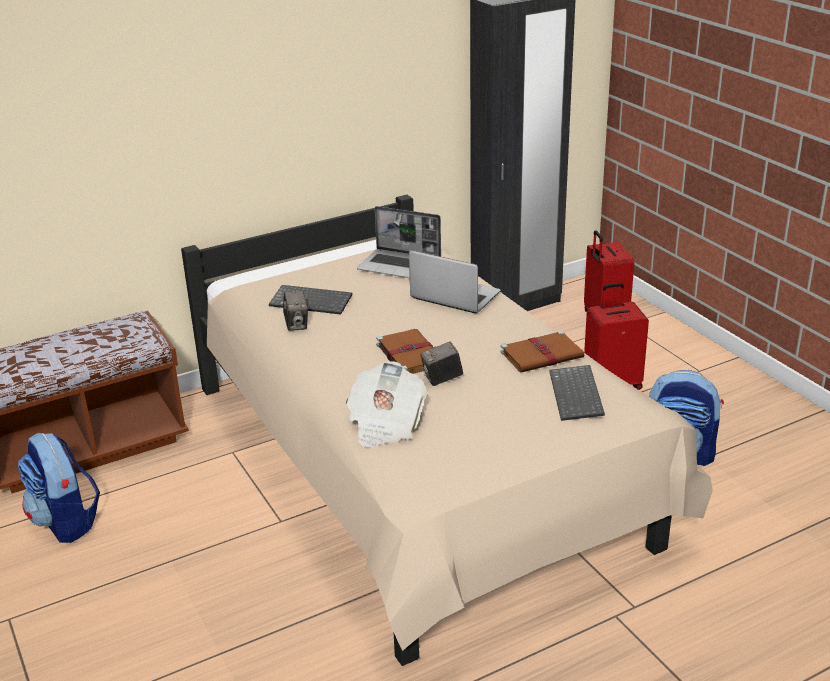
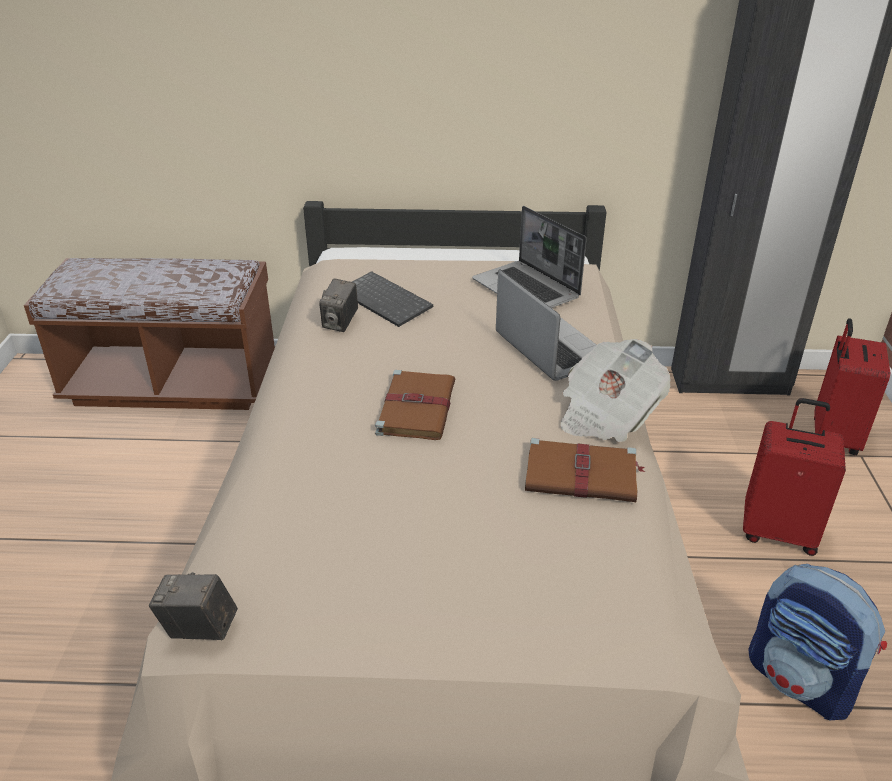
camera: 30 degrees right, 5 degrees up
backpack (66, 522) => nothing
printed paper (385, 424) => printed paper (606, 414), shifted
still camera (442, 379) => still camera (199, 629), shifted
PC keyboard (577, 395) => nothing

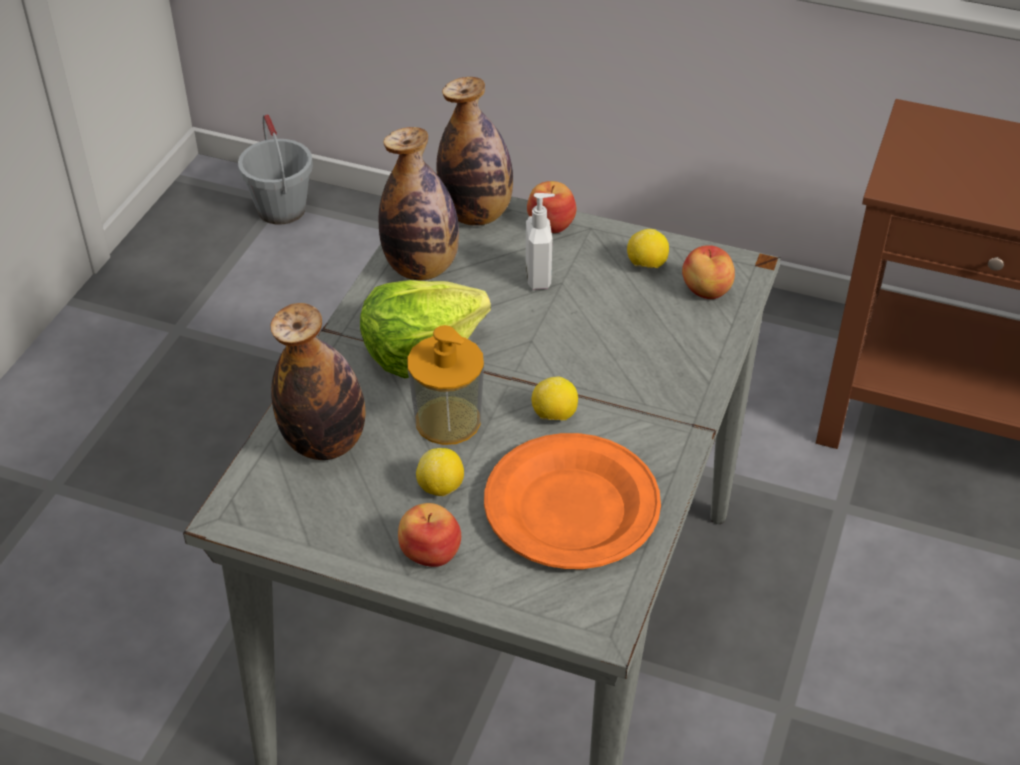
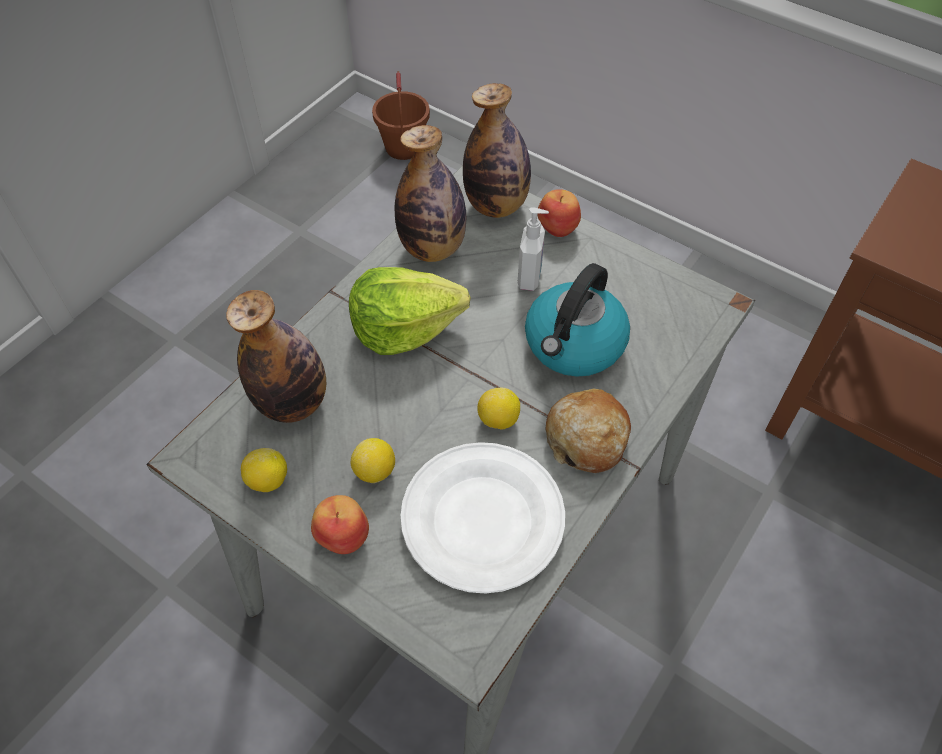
camera: 15 degrees right, 10 degrees up
pail/gray (281, 209) => pail/brown-coloured (403, 147)
soap dispenser (448, 420) => nothing
dinner plate/orange (572, 509) => dinner plate/white-coloured (482, 521)
citrus fruit (646, 265) => citrus fruit (267, 480), shifted
apple (706, 290) => nothing
nothing => tea kettle (574, 345)
nothing => bread (587, 438)

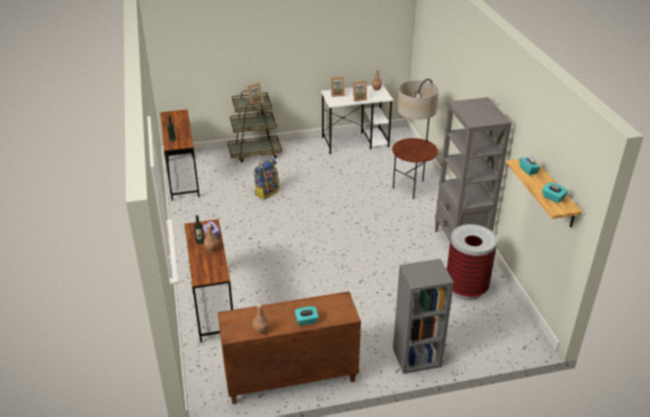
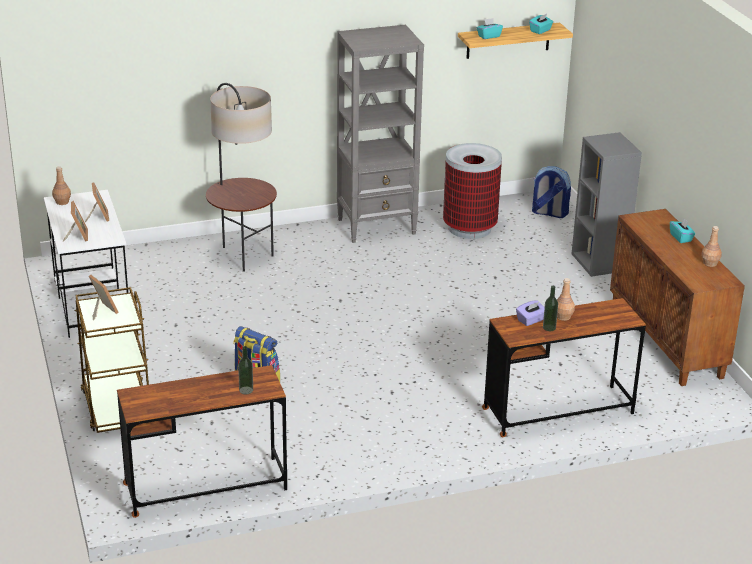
camera: 95 degrees left, 5 degrees down
nothing => backpack (548, 213)

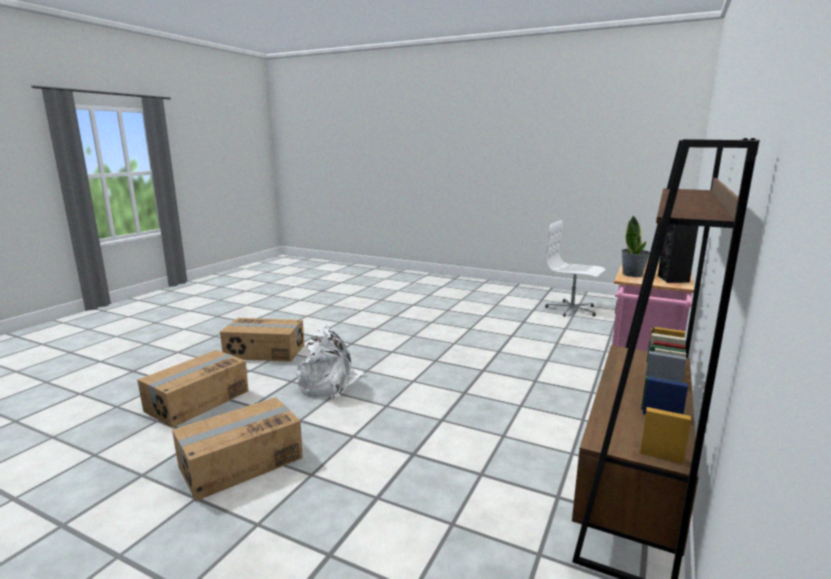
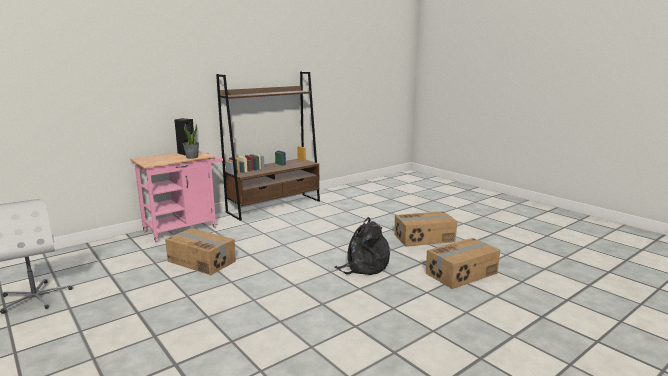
camera: 155 degrees left, 0 degrees up
carton (265, 352) => carton (202, 261), shifted
backpack/white-coloured (330, 384) => backpack/black (364, 266)

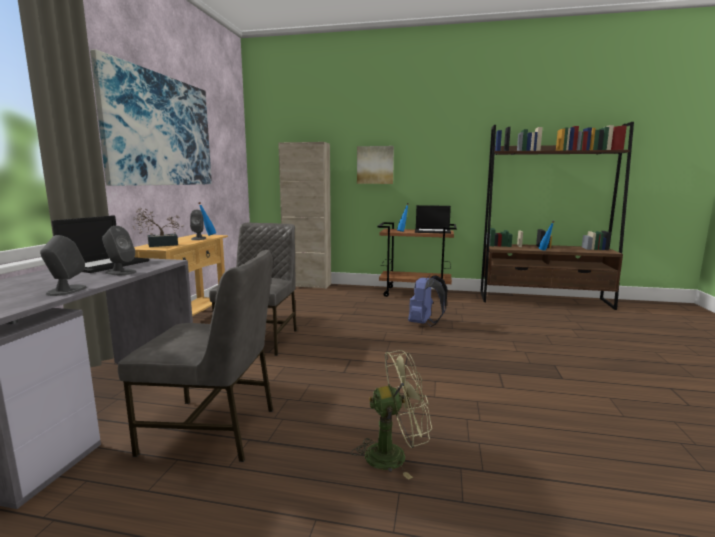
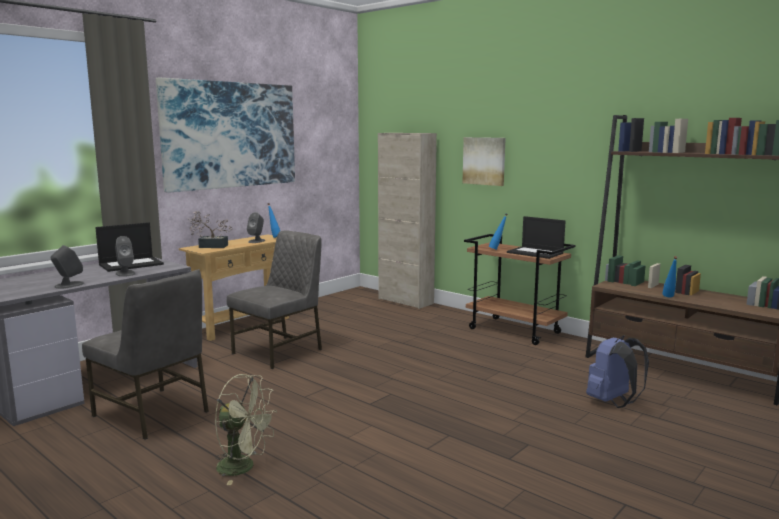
camera: 30 degrees right, 0 degrees up
backpack/blue-coloured (424, 324) => backpack/blue-coloured (613, 402), shifted

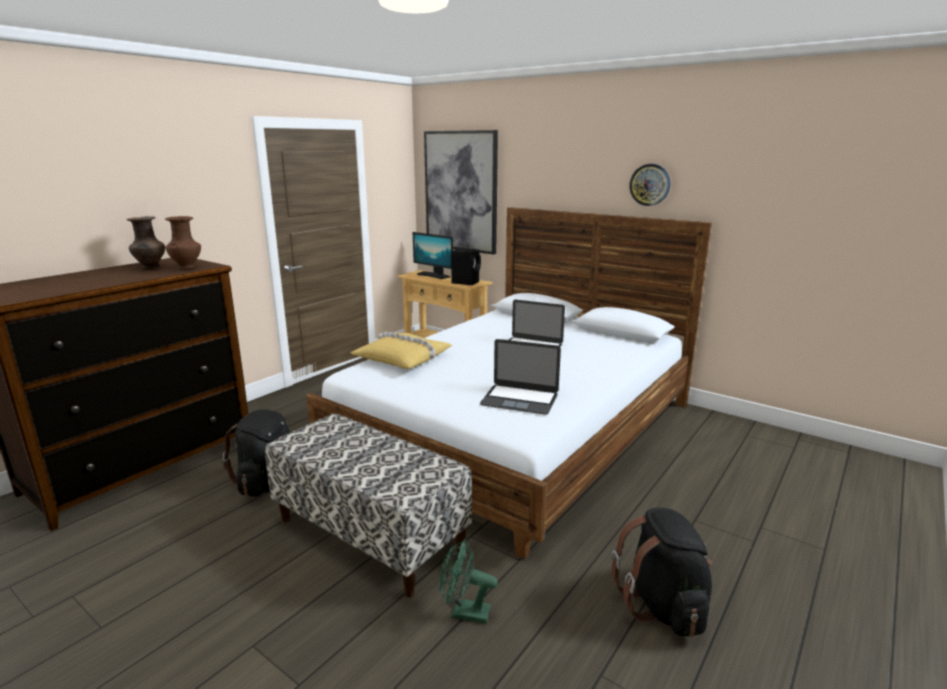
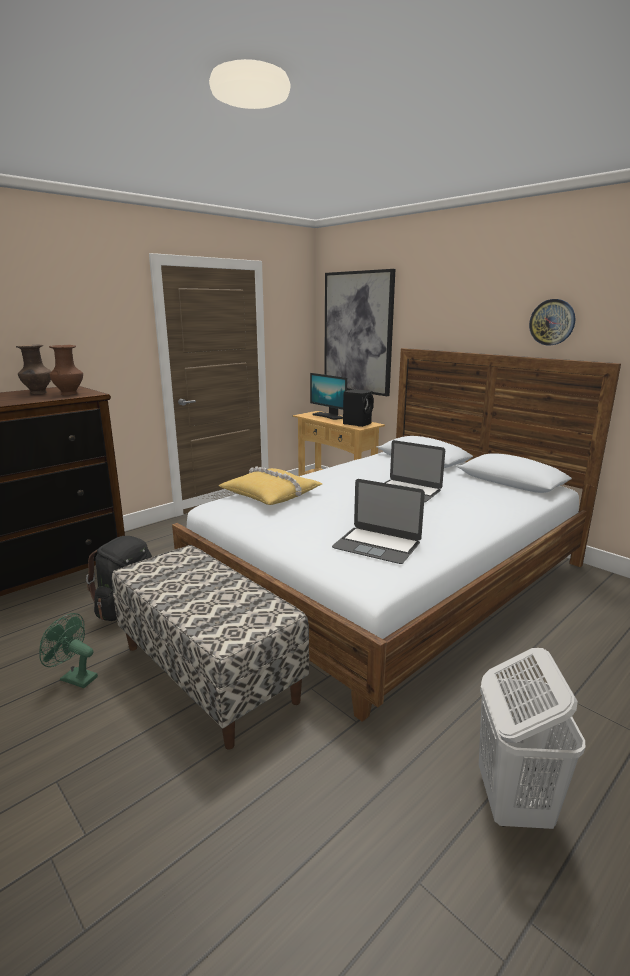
camera: 10 degrees right, 0 degrees up
cooling fan/greenish (464, 612) => cooling fan/greenish (74, 678), shifted
backpack/black (662, 605) => washing basket/white-coloured (512, 802)

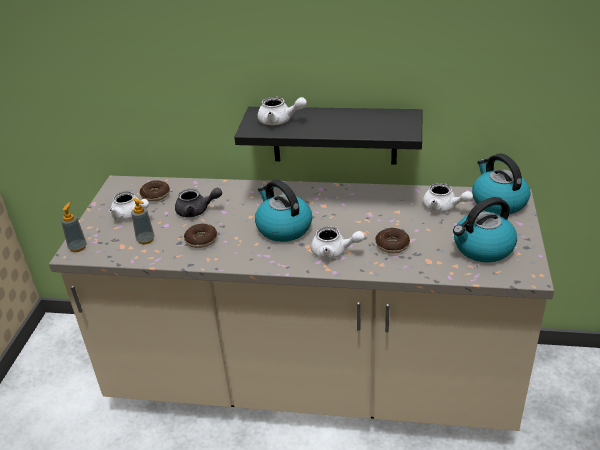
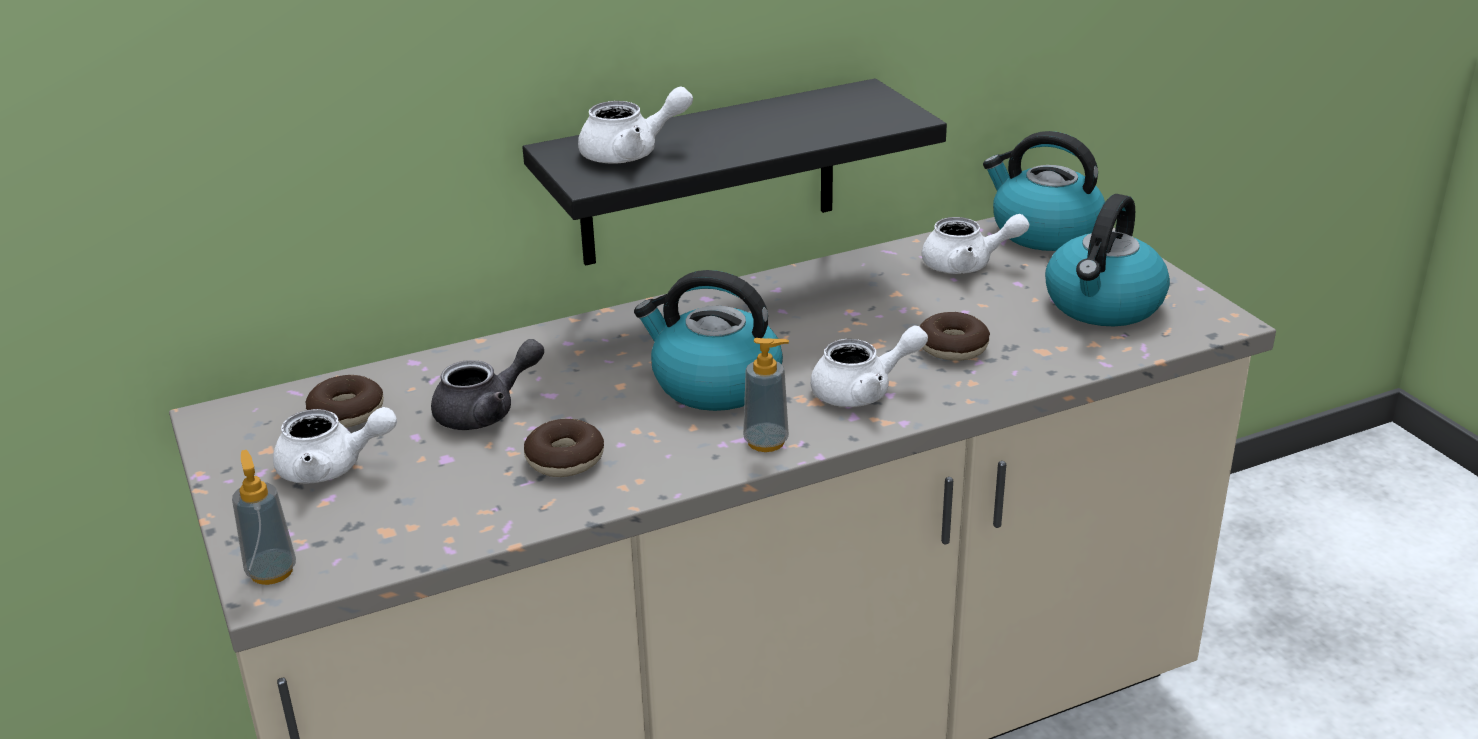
camera: 35 degrees left, 5 degrees down
soap dispenser (145, 239) => soap dispenser (766, 442), shifted

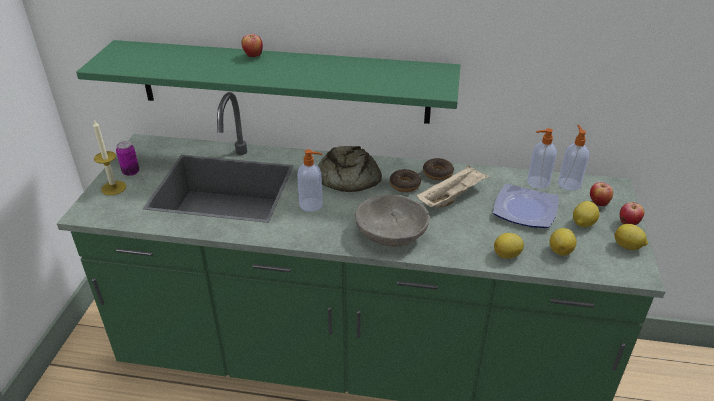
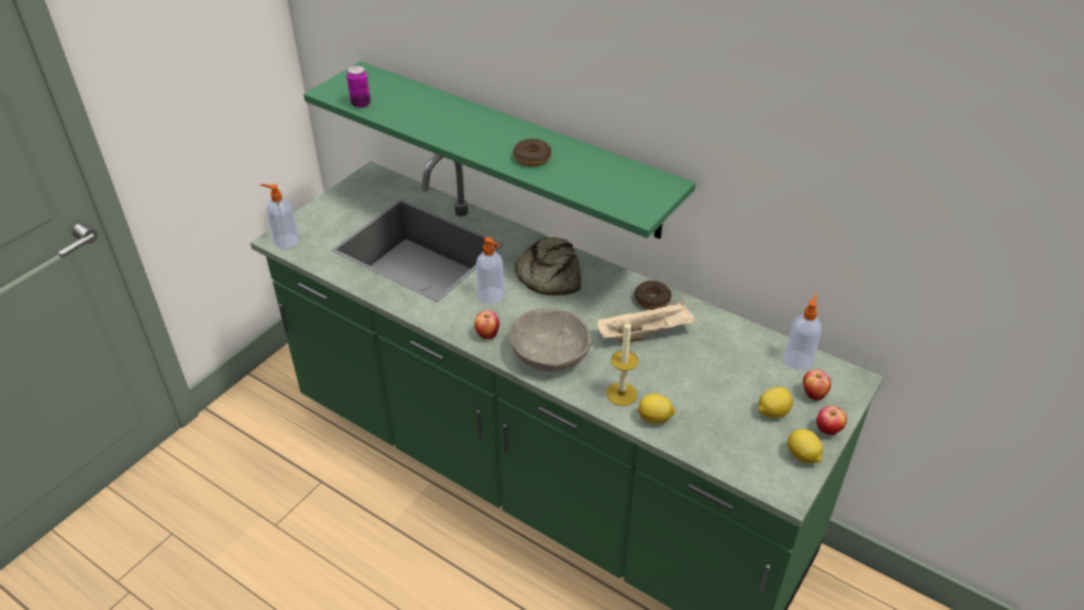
camera: 25 degrees right, 5 degrees up
candle (113, 188) => candle (621, 394), shifted
metal can (131, 172) => metal can (361, 104), shifted
apple (253, 56) => apple (487, 334), shifted
donut (405, 185) => donut (532, 158), shifted
dinner plate (523, 210) => nothing
soap dispenser (537, 182) => soap dispenser (285, 241), shifted
citrus fruit (560, 250) => nothing

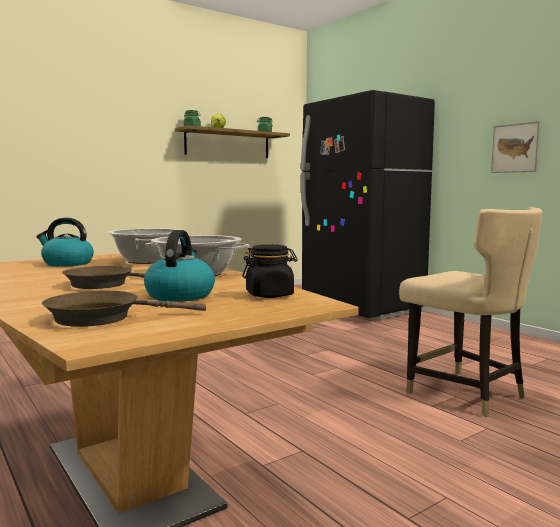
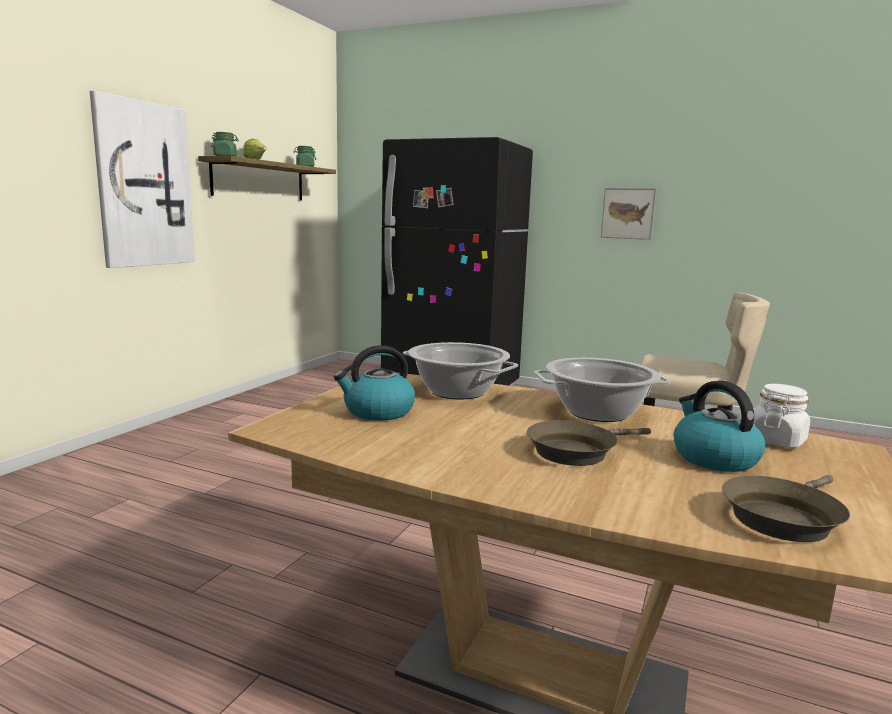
camera: 30 degrees left, 5 degrees up
storage jar/black (270, 295) => storage jar/white-coloured (776, 441)
nothing => wall picture (144, 185)

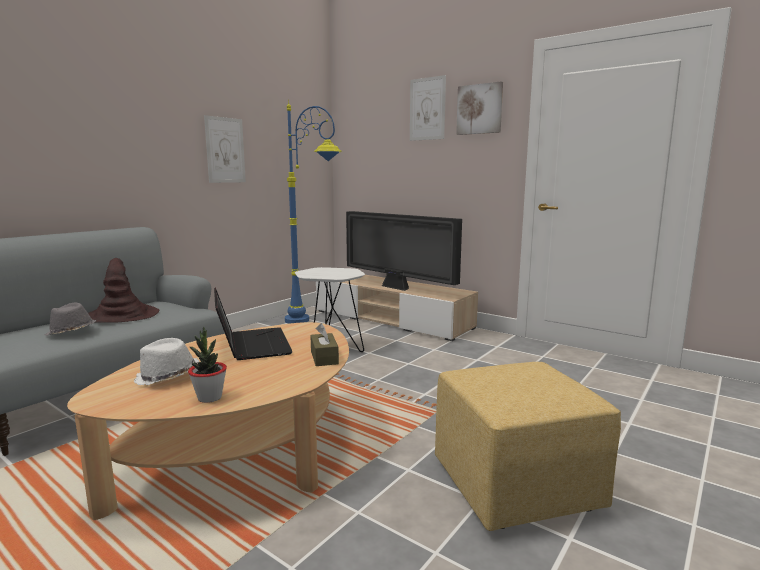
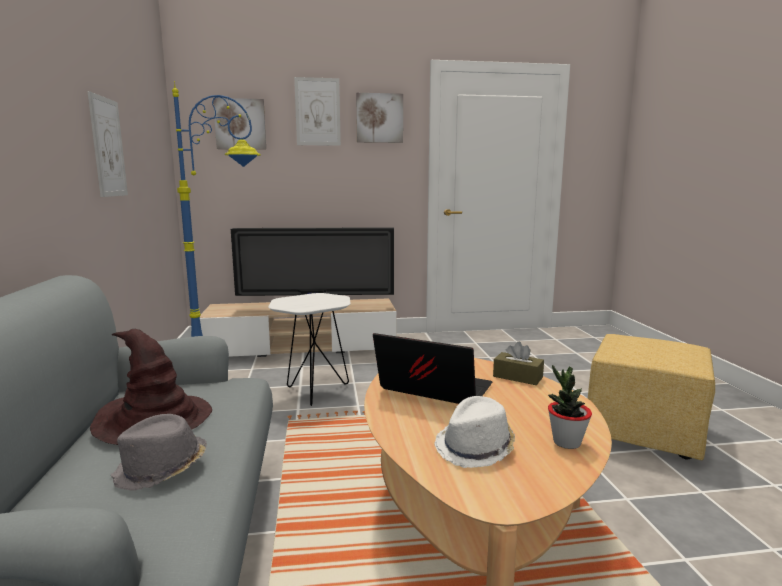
camera: 45 degrees left, 0 degrees up
nothing => wall picture (240, 124)

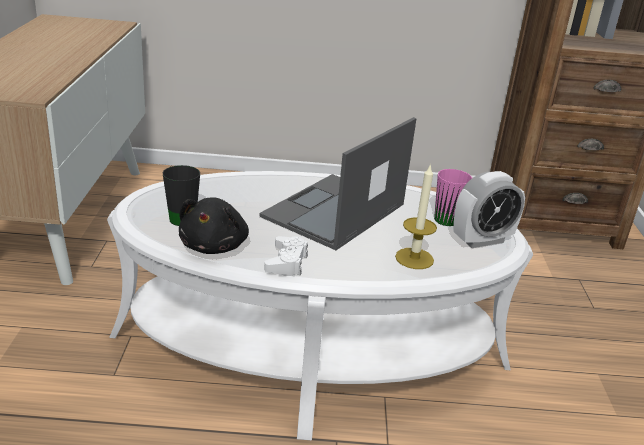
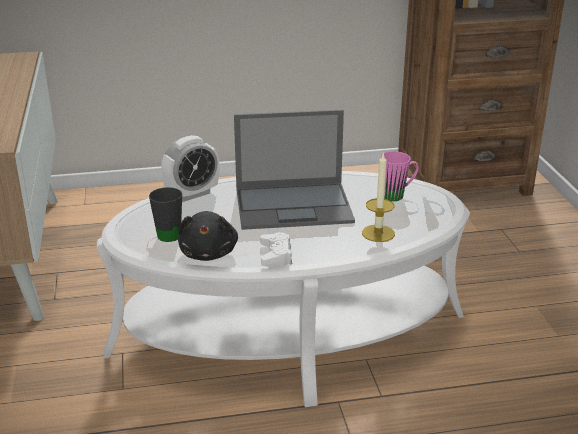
camera: 10 degrees left, 0 degrees up
portable computer (333, 211) => portable computer (295, 206), 120 degrees counterclockwise
table clock (482, 240) => table clock (192, 194), shifted

